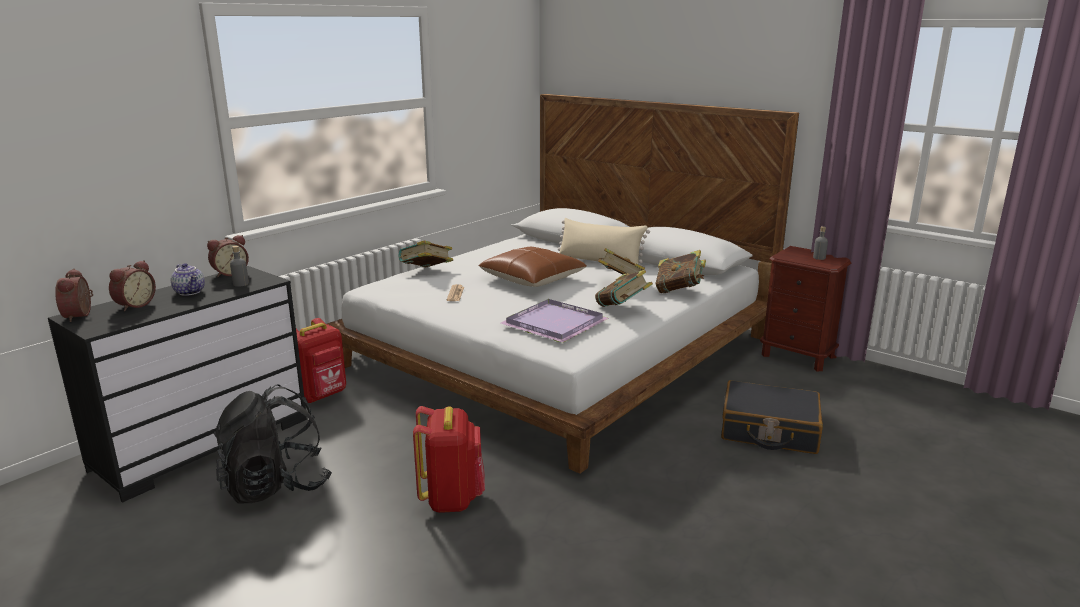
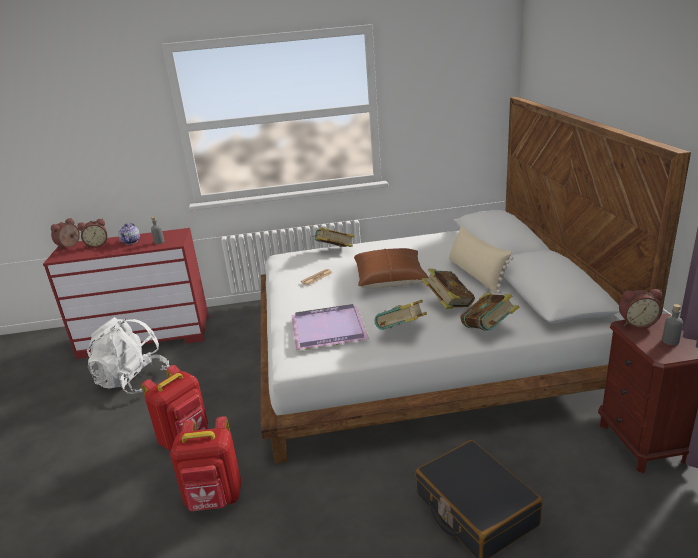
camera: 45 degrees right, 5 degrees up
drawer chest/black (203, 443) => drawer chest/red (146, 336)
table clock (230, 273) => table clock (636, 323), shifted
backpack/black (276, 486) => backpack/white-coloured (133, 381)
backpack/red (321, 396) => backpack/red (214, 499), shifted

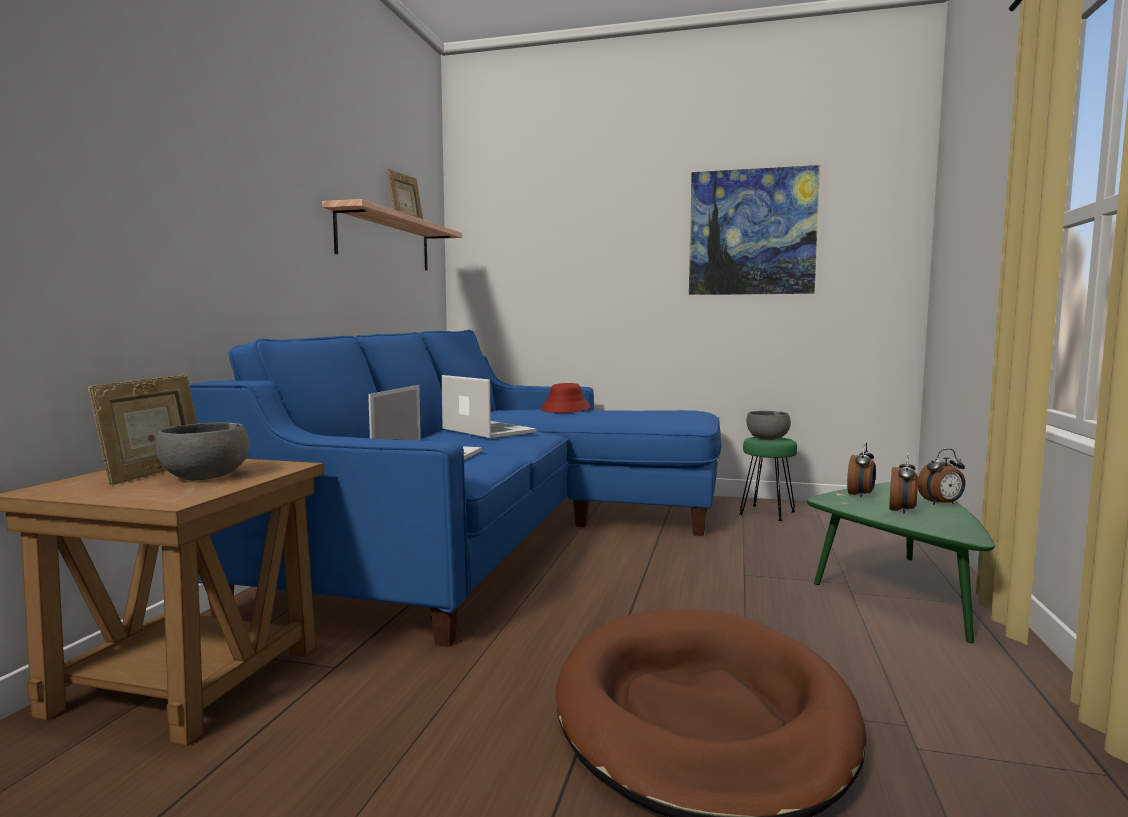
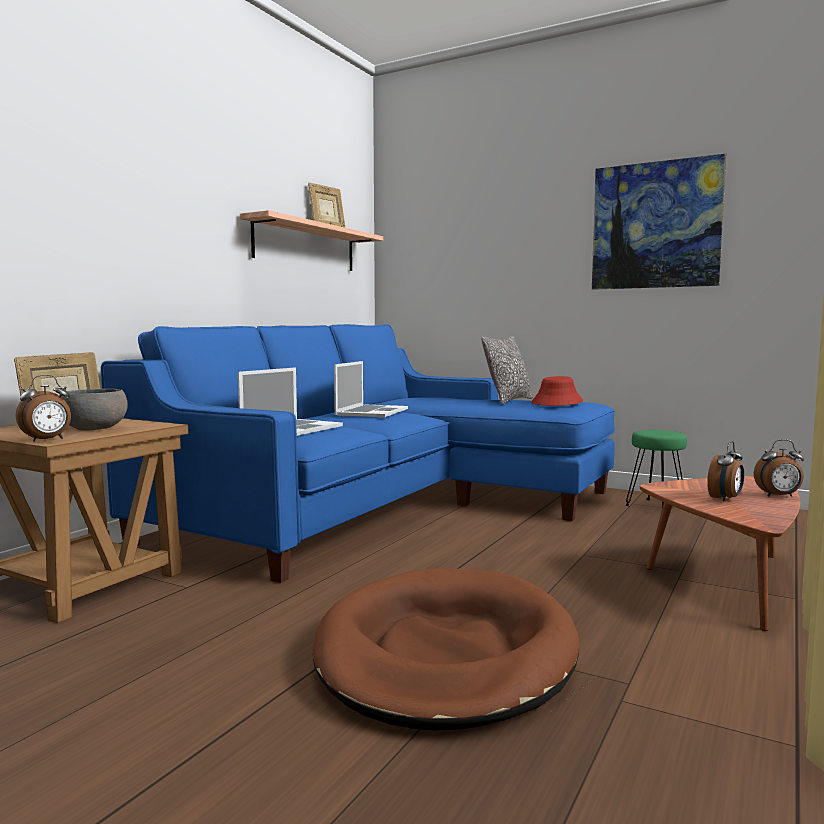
camera: 15 degrees right, 0 degrees up
portable computer (487, 430) => portable computer (371, 412), 45 degrees clockwise
clothing hat/red (566, 409) => clothing hat/red (557, 402), shifted
serving bowl/gray (768, 438) => nothing
coffee table/greenish (896, 590) => coffee table/brown-coloured (728, 581)
table clock (861, 495) => table clock (47, 440), shifted
nothing => cushion (508, 400)

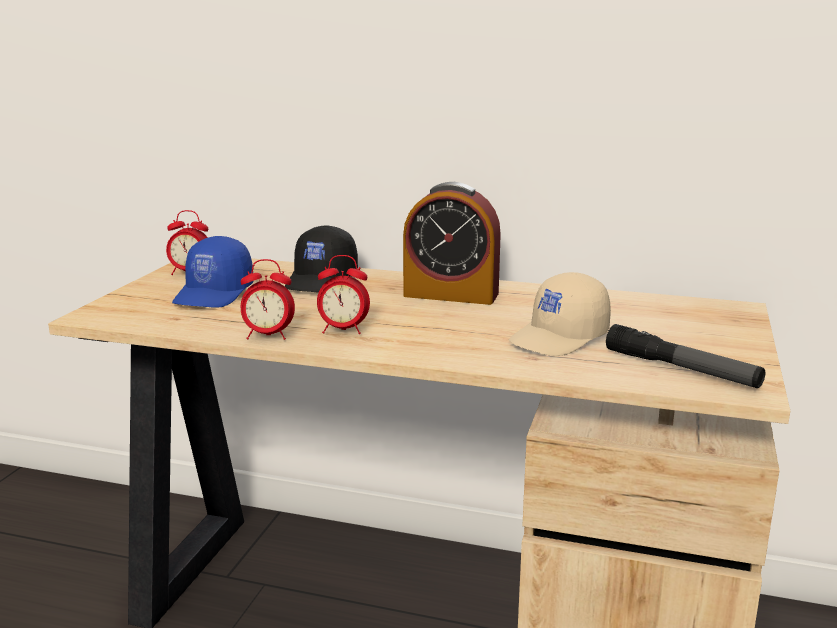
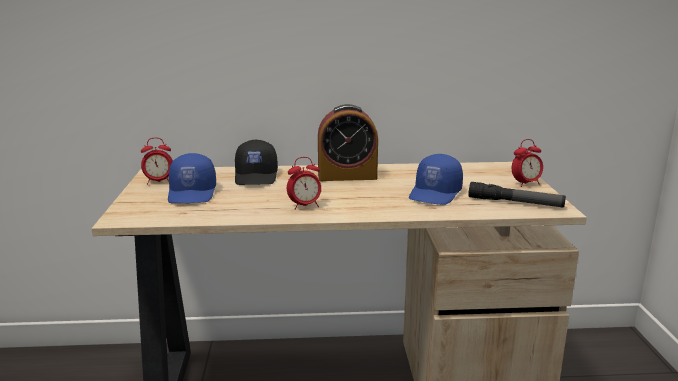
camera: 20 degrees left, 0 degrees up
table clock (268, 336) => table clock (525, 184), shifted
cap/beige (560, 338) => cap/blue-coloured (436, 194)

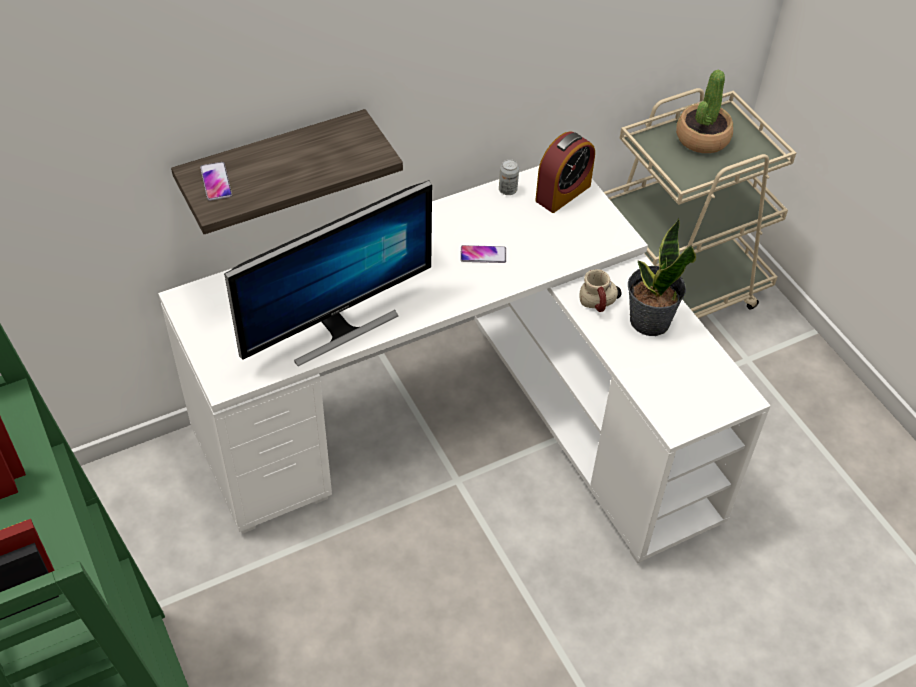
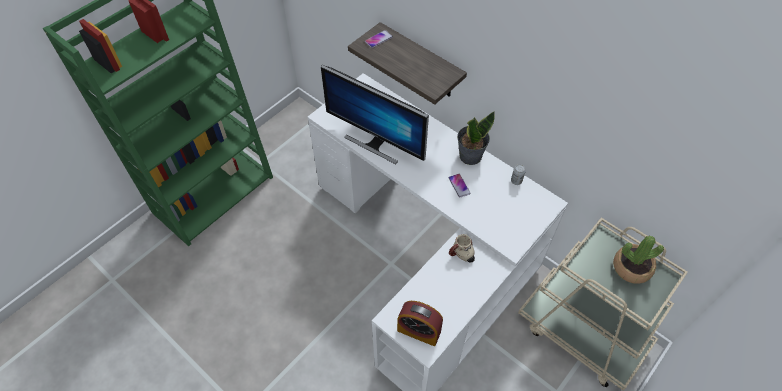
camera: 70 degrees right, 5 degrees up
table clock (563, 193) => table clock (419, 331), shifted
potted plant (649, 321) => potted plant (470, 155), shifted

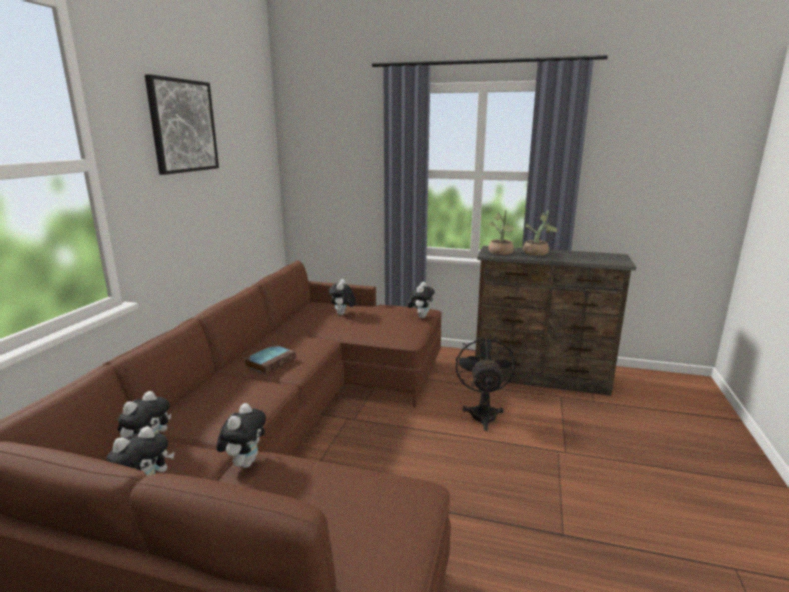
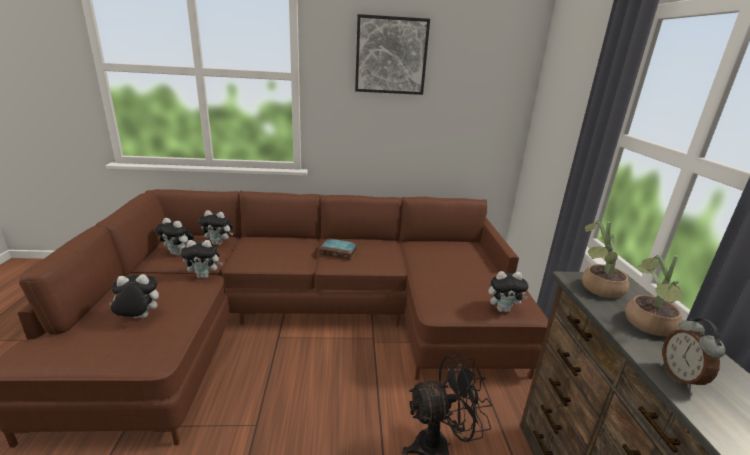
camera: 70 degrees right, 5 degrees up
cuddly toy (342, 314) => cuddly toy (138, 318), shifted
nothing => table clock (681, 377)

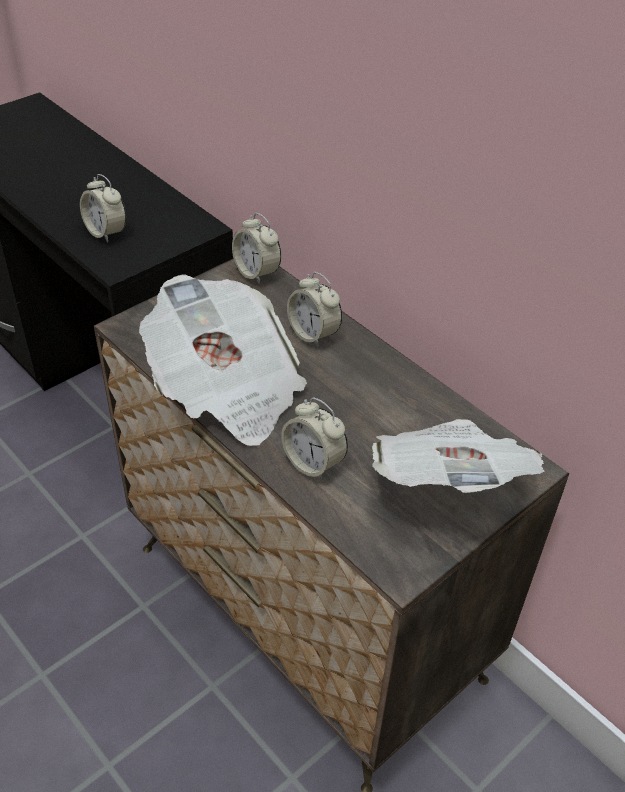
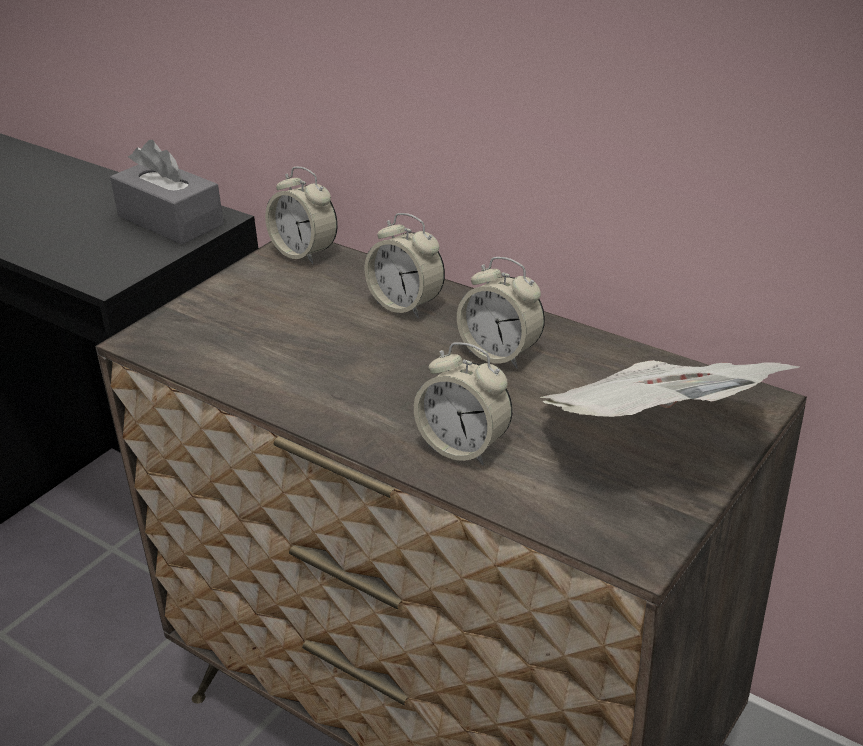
camera: 10 degrees left, 10 degrees down
table clock (106, 232) => table clock (500, 354), shifted
printed paper (227, 390) => nothing
nothing => tissue box/gray (170, 220)

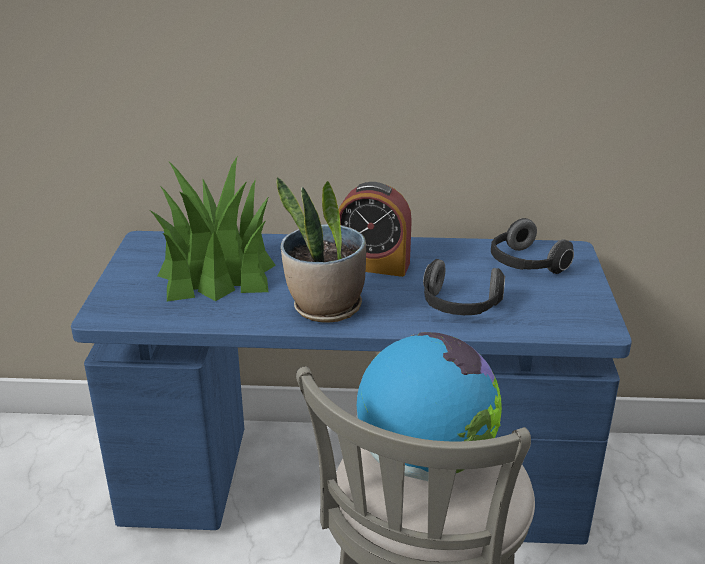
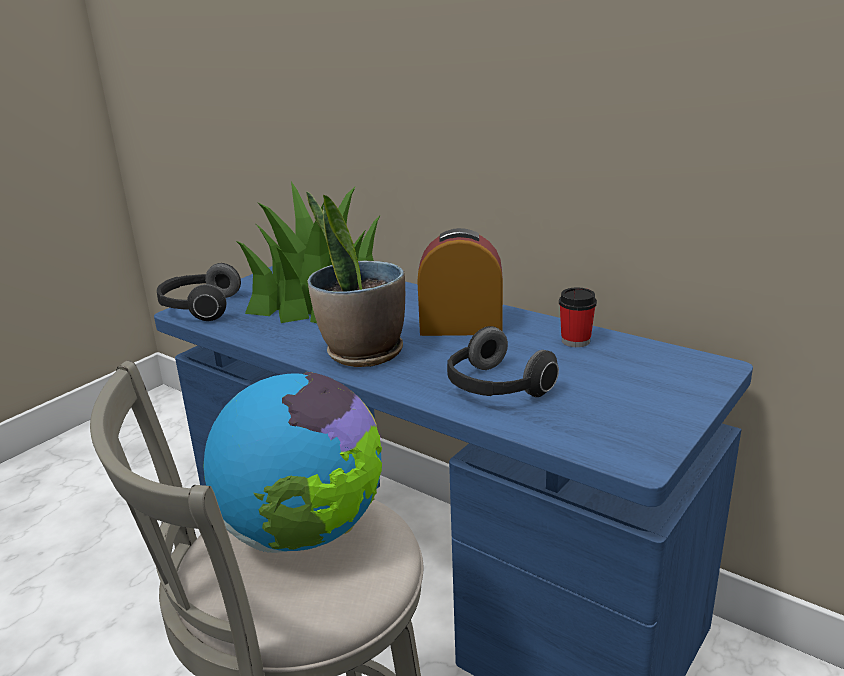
camera: 35 degrees right, 5 degrees down
table clock (372, 265) => table clock (461, 327), 135 degrees clockwise
headset (525, 265) => headset (199, 308), shifted
nothing => small cup (575, 341)

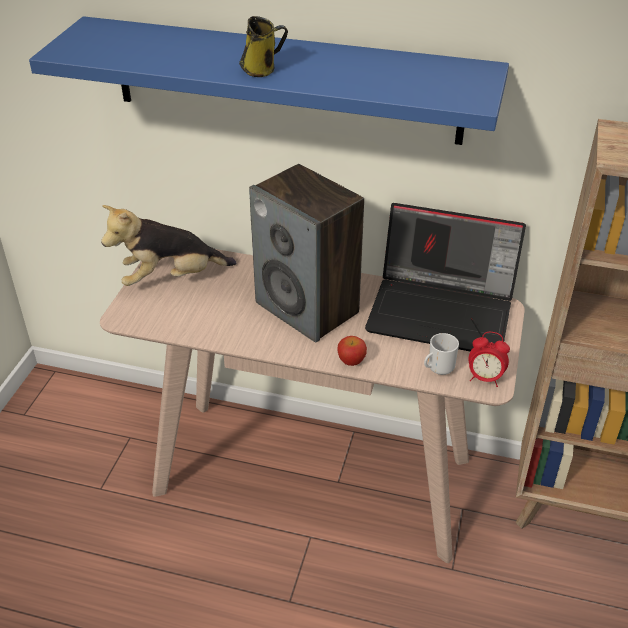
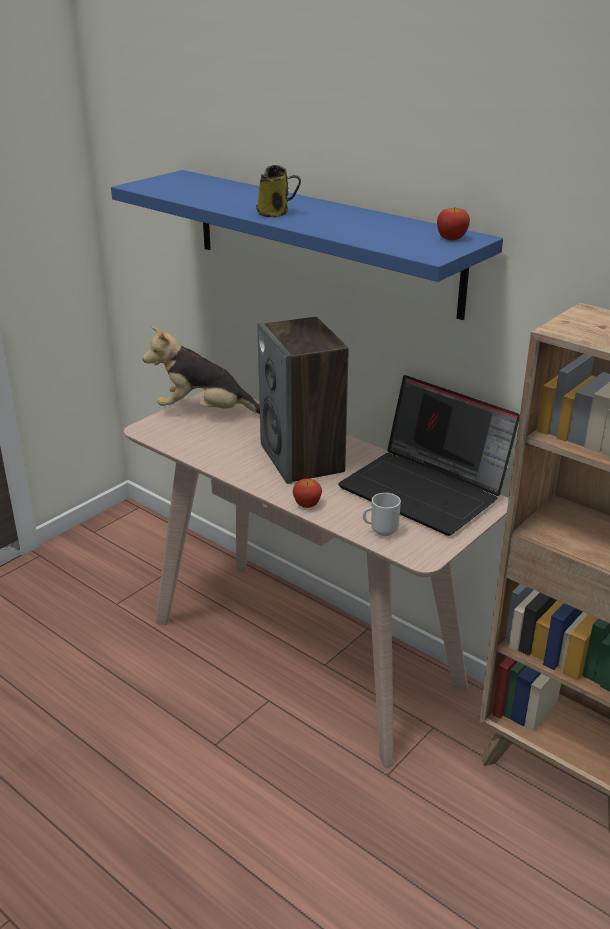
camera: 25 degrees right, 10 degrees down
table clock (485, 378) => nothing
nothing => apple (451, 238)

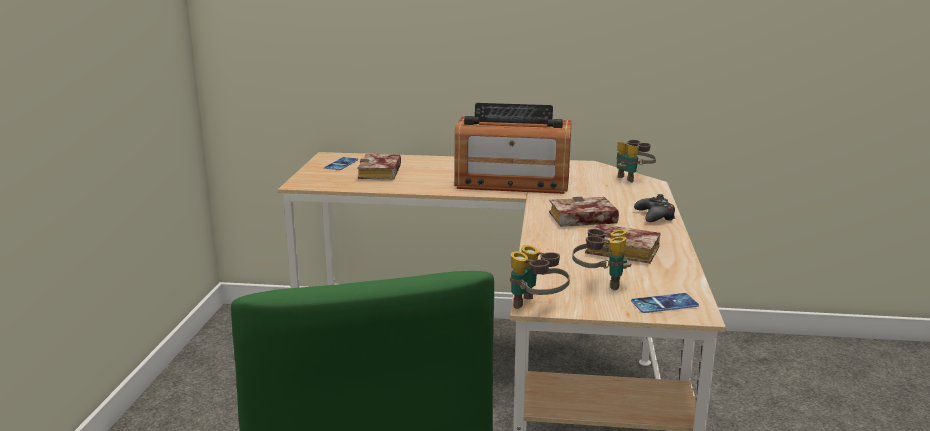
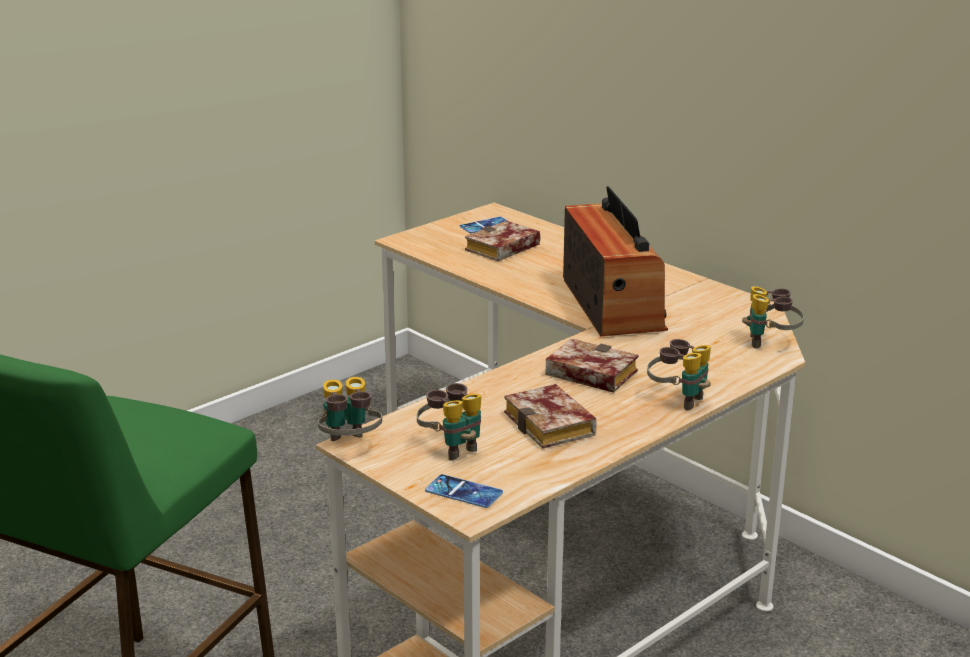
camera: 40 degrees right, 5 degrees up
radio (512, 183) => radio (612, 304), 150 degrees counterclockwise
gamepad/black (655, 216) => field glasses (678, 400)

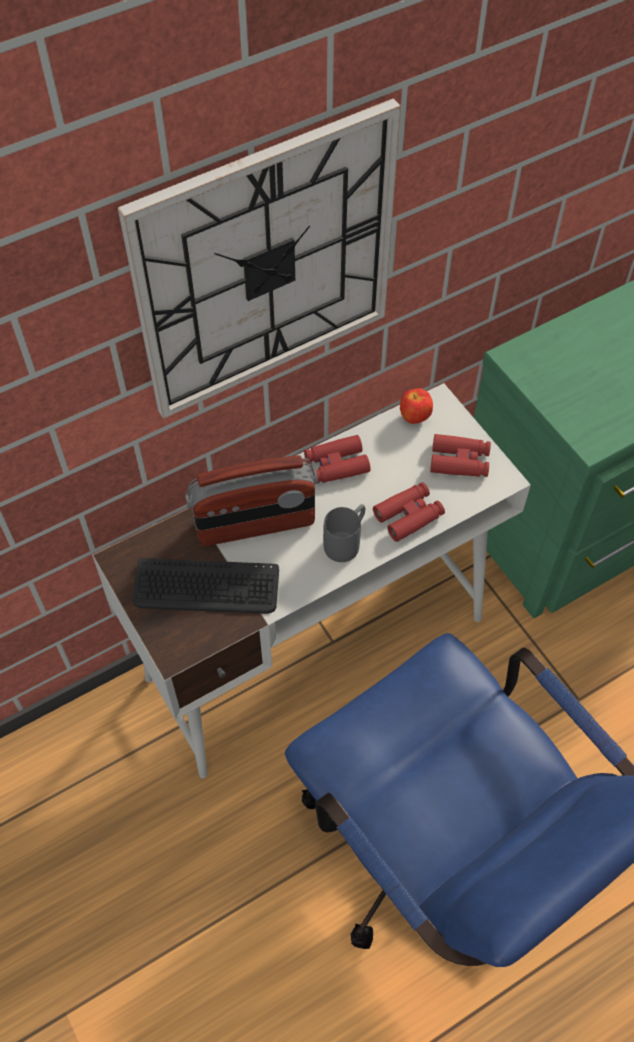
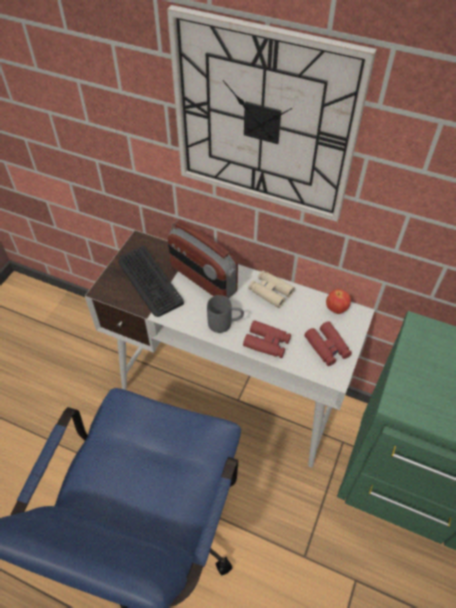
camera: 55 degrees right, 5 degrees down
field glasses/red (336, 465) => field glasses/beige (270, 292)

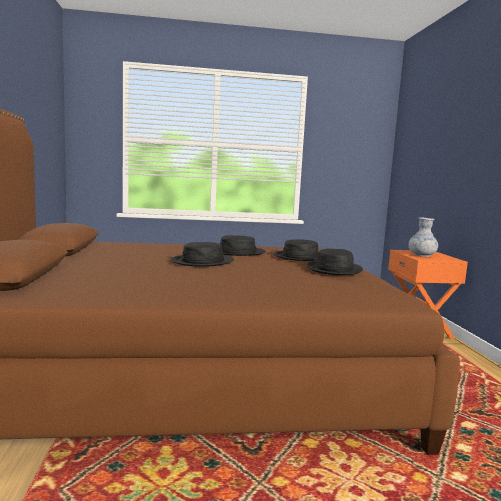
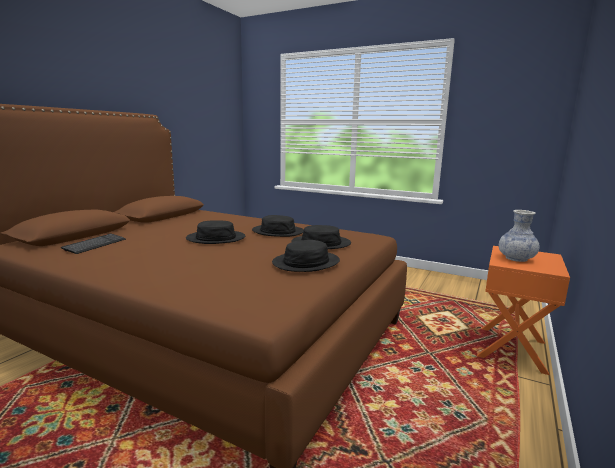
camera: 35 degrees right, 5 degrees up
nothing => PC keyboard (95, 245)

